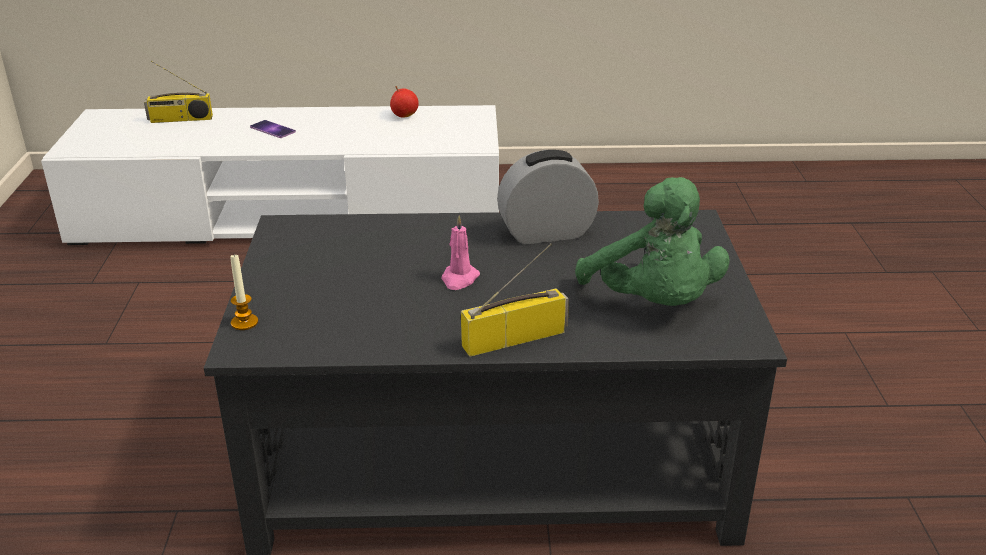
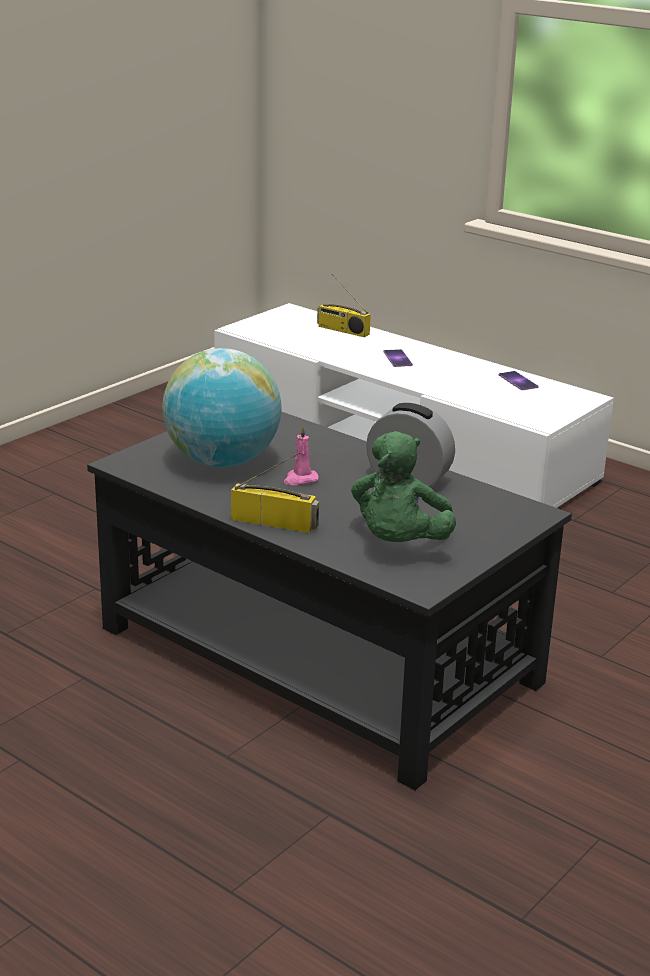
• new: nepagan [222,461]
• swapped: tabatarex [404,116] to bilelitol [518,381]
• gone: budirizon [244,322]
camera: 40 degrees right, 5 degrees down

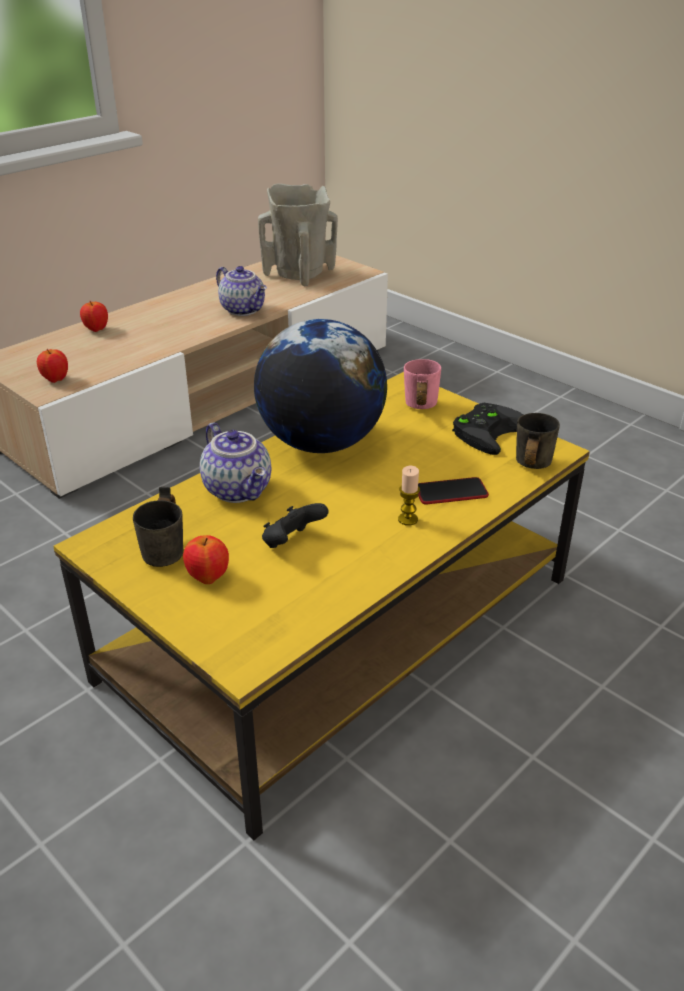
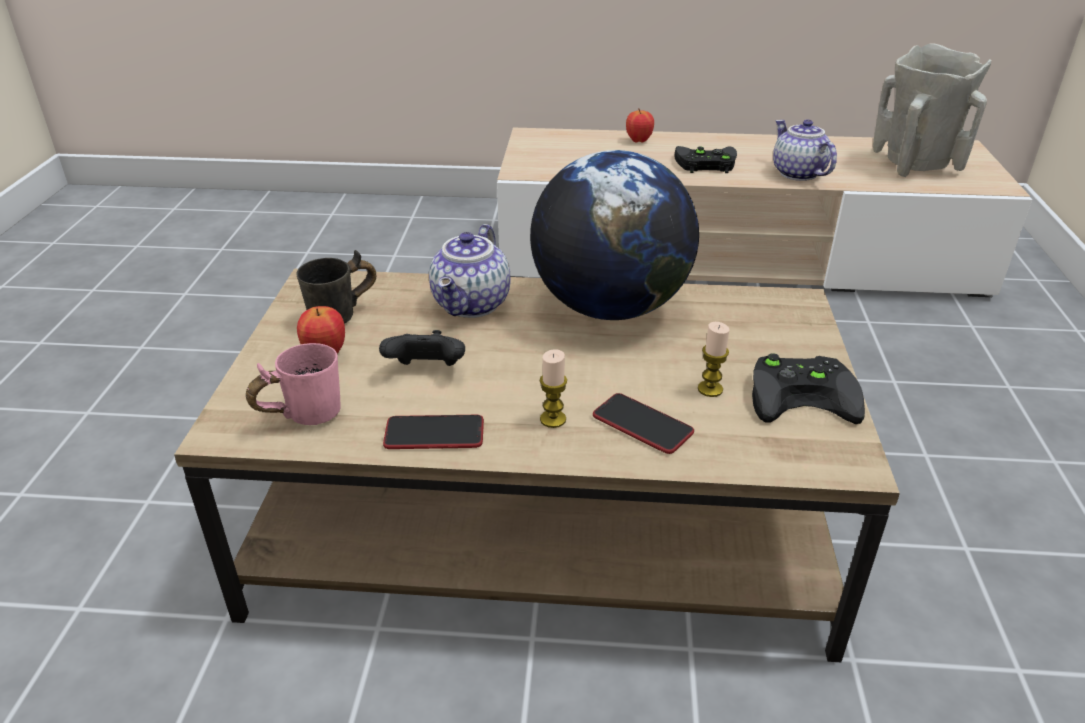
• repainted: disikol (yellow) [343,625] to disikol (brown) [547,521]
• shifted: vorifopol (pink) [416,408] to [301,414]
• new: bilelitol [434,434]
• new: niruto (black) [704,164]
• new: budirizon [710,389]
• rotated: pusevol [244,309] = [796,173] 150 degrees clockwise
• gone: tabatarex [55,379]
• gone: vorifopol (grey) [527,466]
camera: 50 degrees right, 0 degrees up

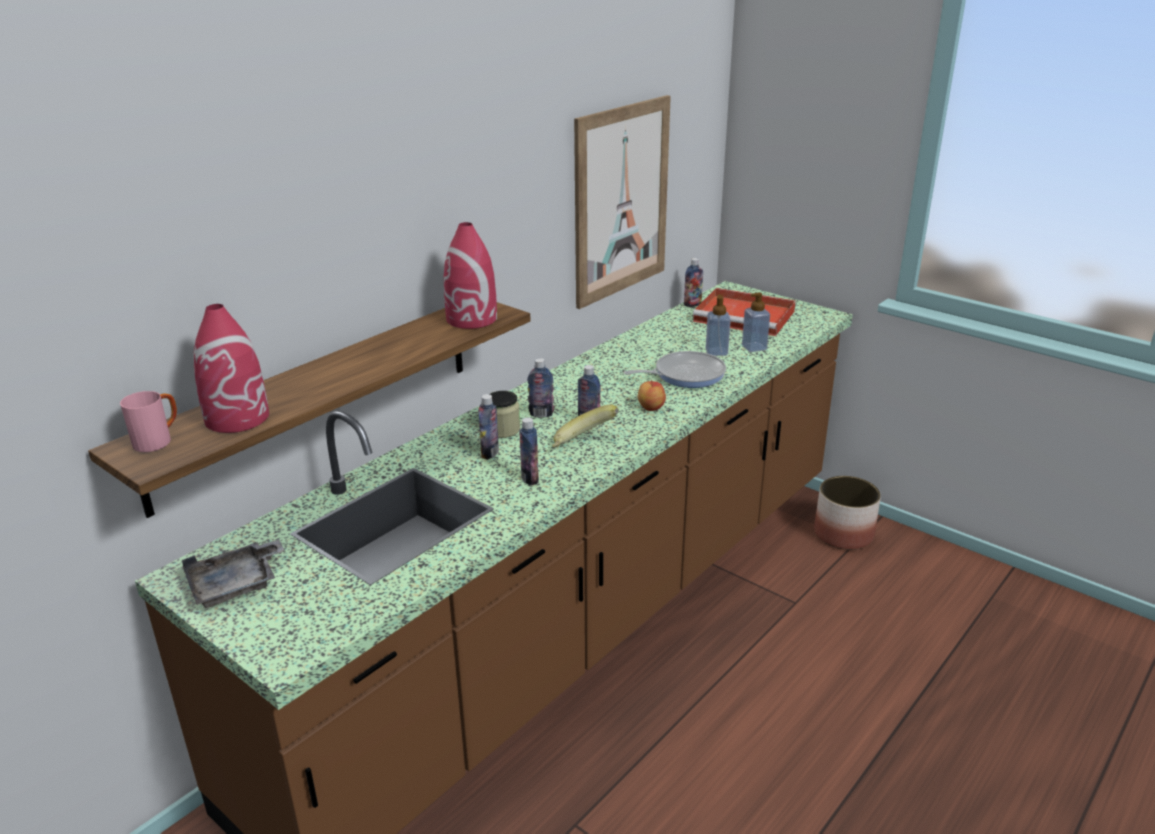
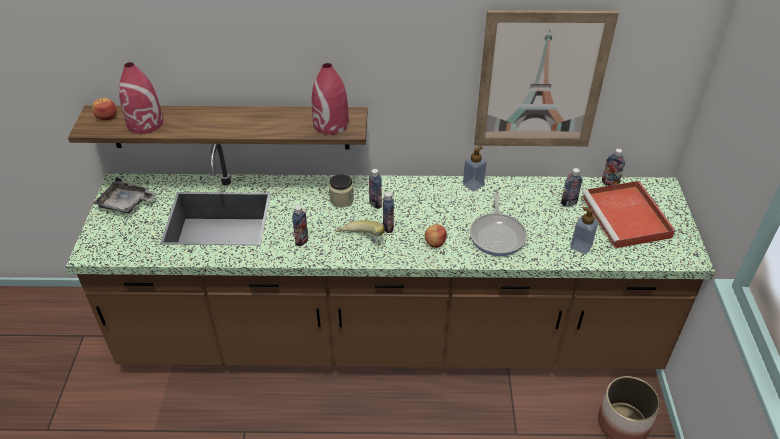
• swapped: vorifopol (pink) [158,440] to tabatarex [107,117]
• shifted: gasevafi [716,352] to [473,185]
• rotated: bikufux [685,375] = [497,235] 60 degrees clockwise
• shifted: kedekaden [490,453] to [568,203]
camera: 50 degrees right, 15 degrees up

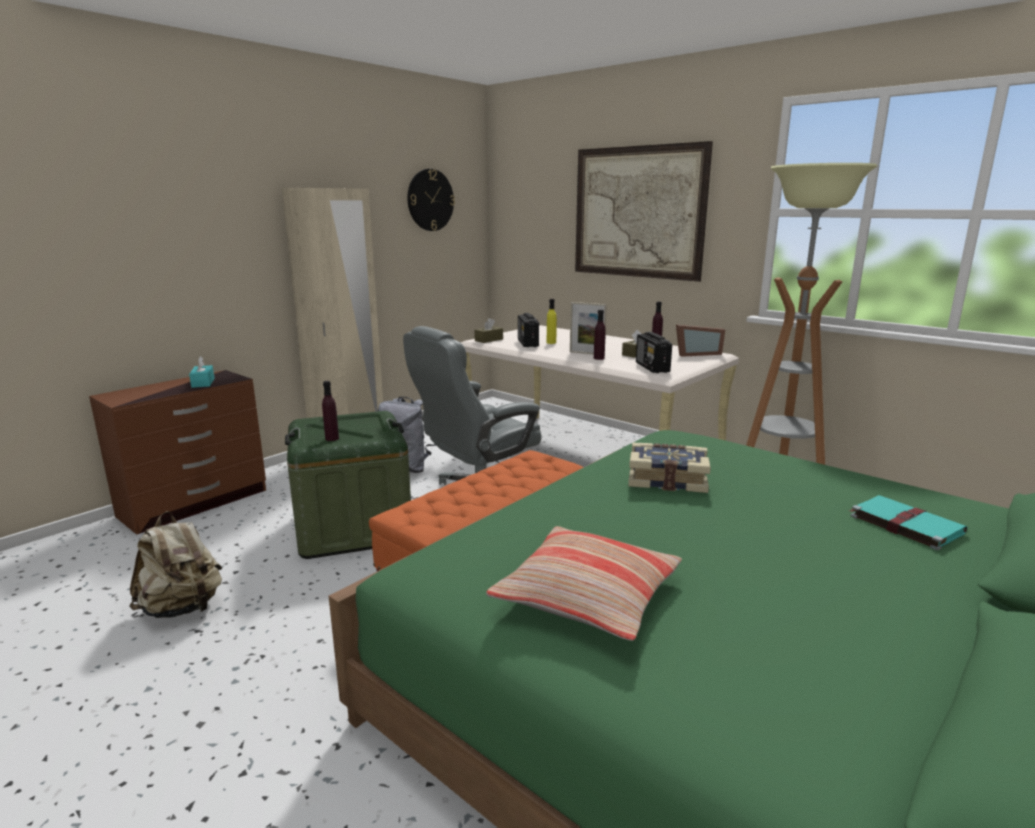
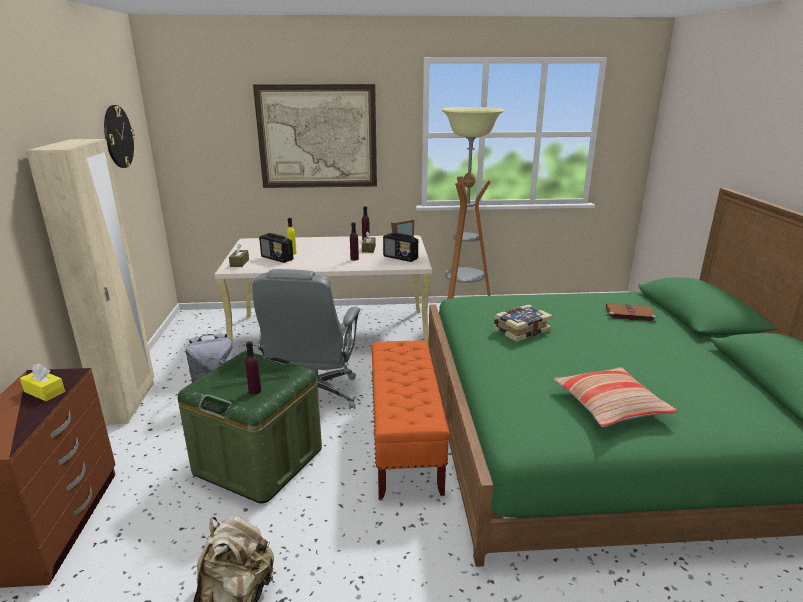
• repainted: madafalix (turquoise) [203,383] to madafalix (yellow) [44,392]
• repainted: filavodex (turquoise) [904,524] to filavodex (brown) [628,314]
• gone: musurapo [586,353]
camera: 45 degrees left, 5 degrees up

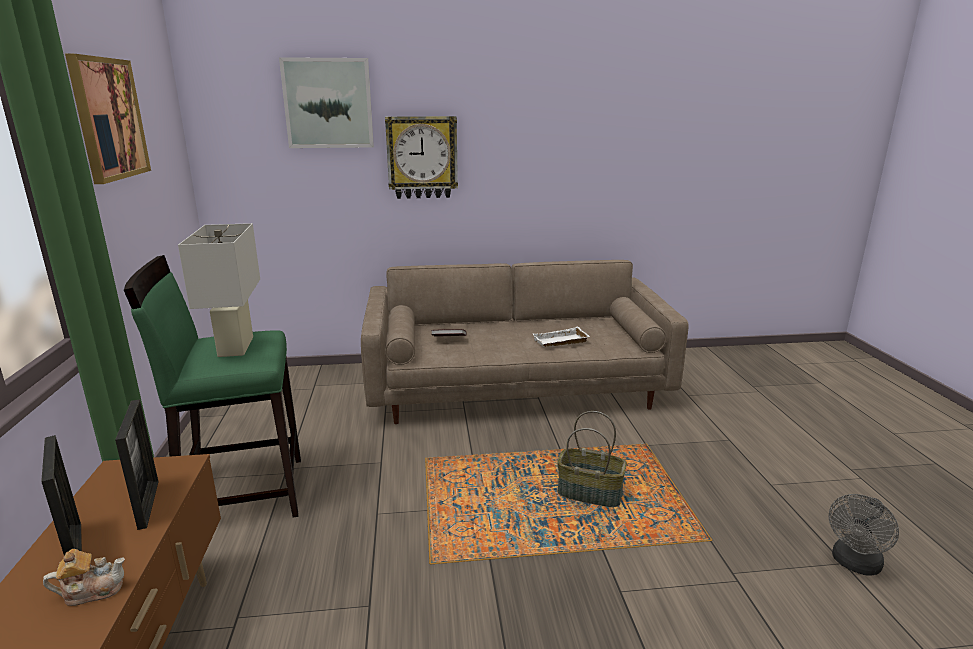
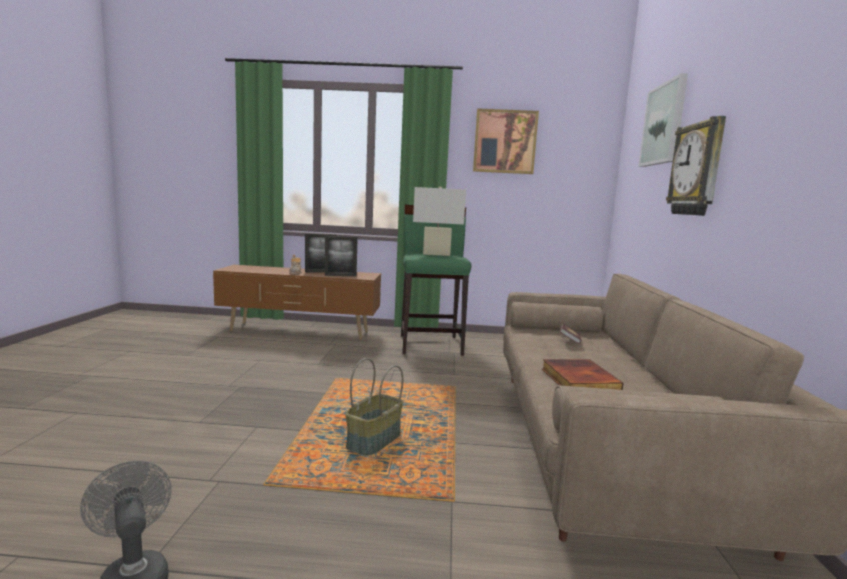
• swapped: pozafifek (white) [560,342] to filavodex [577,380]
camera: 100 degrees right, 10 degrees down

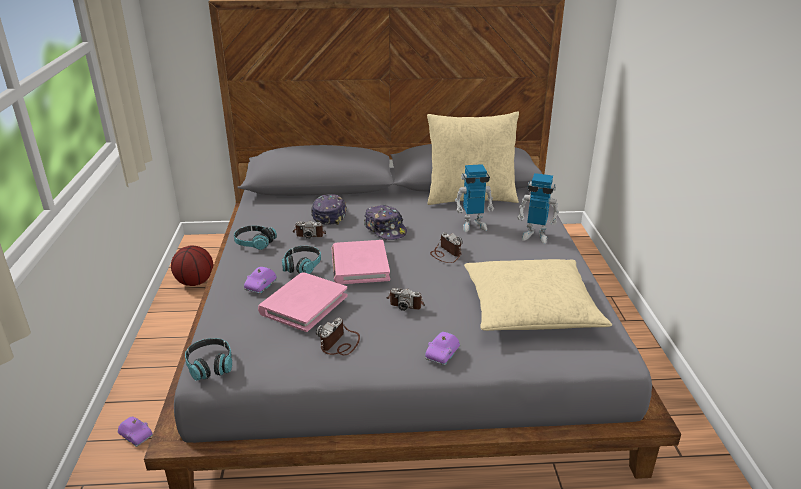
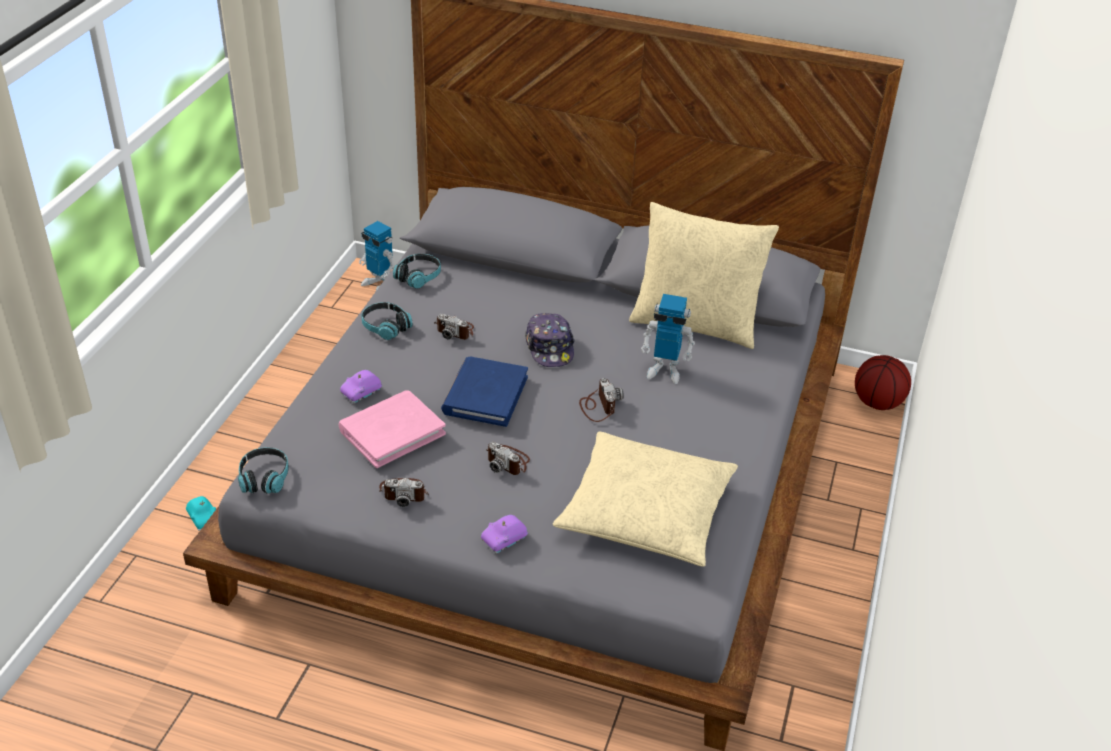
• repainted: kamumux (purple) [136,436] to kamumux (turquoise) [203,518]
• shifted: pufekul [535,236] to [378,284]
• rotated: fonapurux [339,343] = [404,492] 135 degrees counterclockwise
• shifted: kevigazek [302,266] to [418,277]
• repainted: filavodex (pink) [359,265] to filavodex (blue) [485,395]
• shifted: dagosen [195,282] to [878,403]
• gone: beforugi [329,215]
camera: 20 degrees right, 10 degrees up

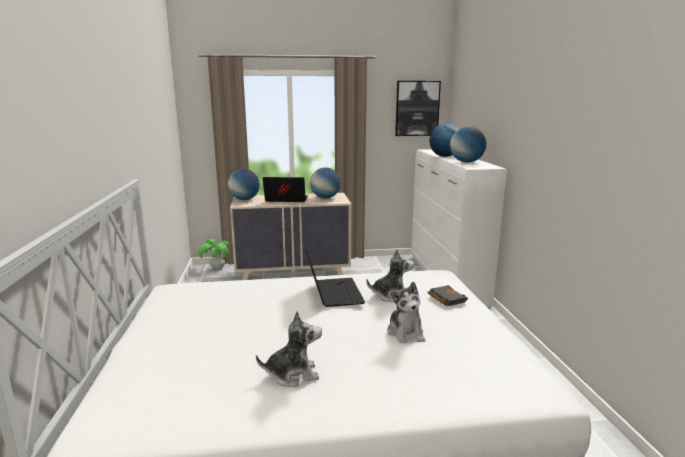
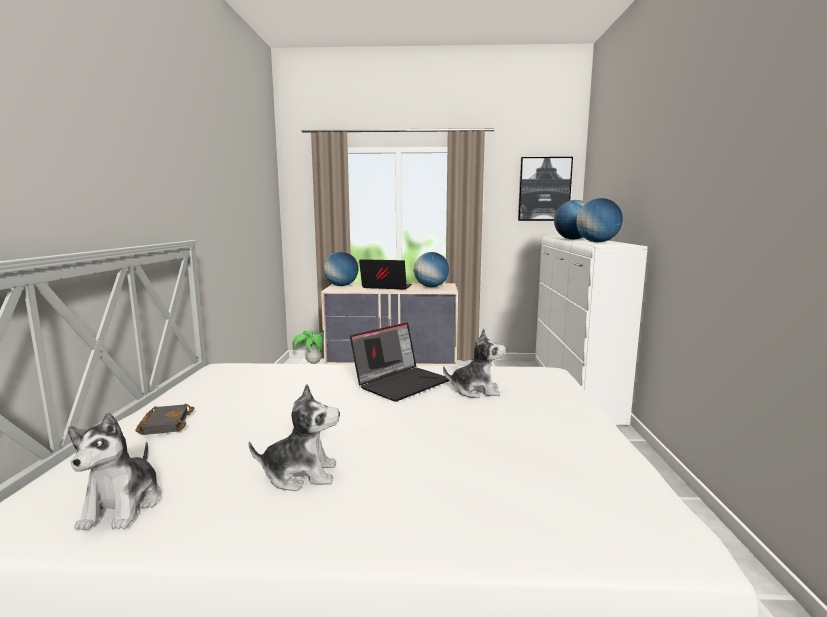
• shifted: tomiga [405,333] to [123,506]
• shifted: filavodex (black) [445,298] to [165,423]
• rotated: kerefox [332,293] = [402,382] 45 degrees clockwise
camera: 10 degrees right, 5 degrees down

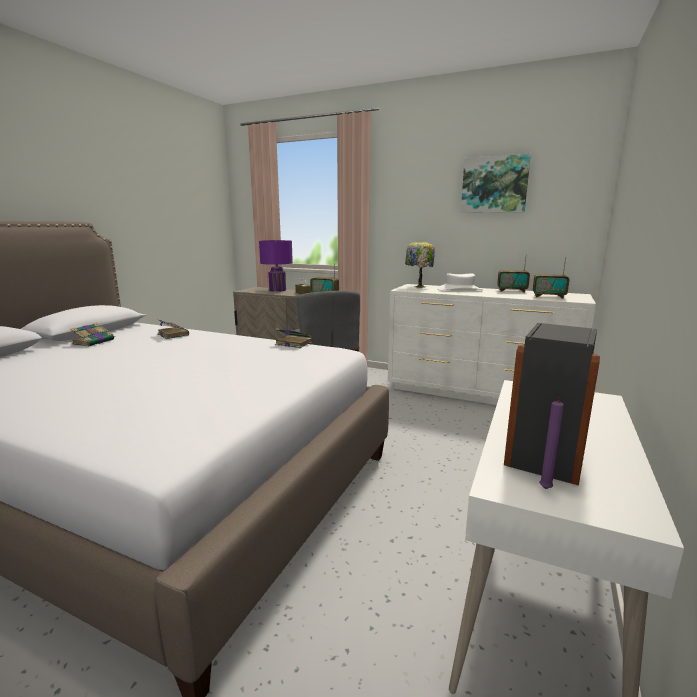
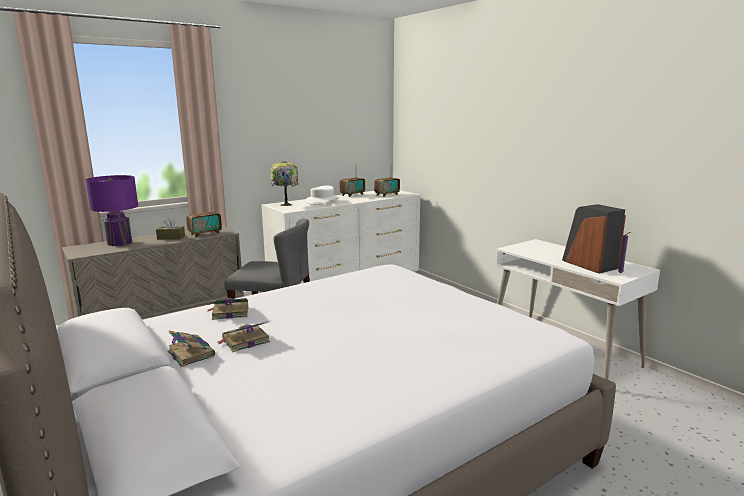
• shifted: filavodex [293,343] to [244,341]
• gone: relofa [494,185]
camera: 60 degrees left, 0 degrees up

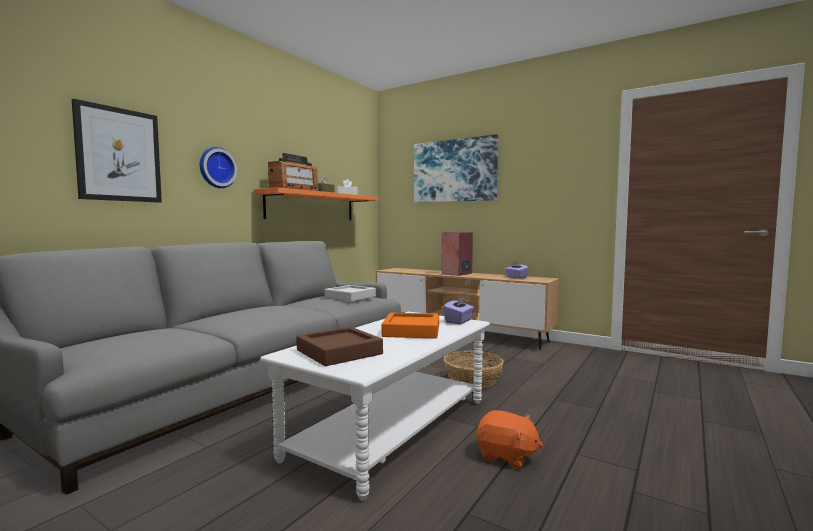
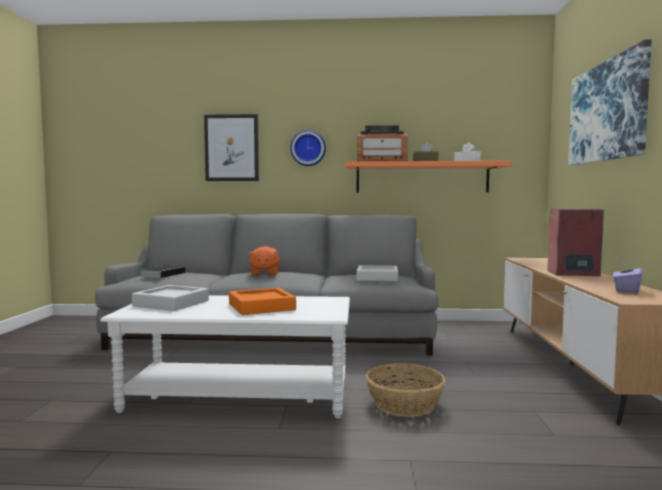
• repainted: pozafifek (brown) [339,352] to pozafifek (grey) [171,303]
• new: filavodex [163,274]
• shifted: tomiga (orange) [506,456] to [264,274]
• gone: madafalix (purple) [459,321]
camera: 60 degrees right, 0 degrees up

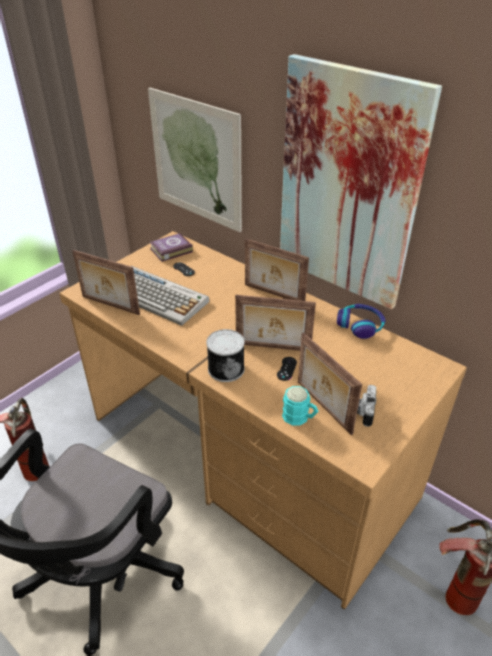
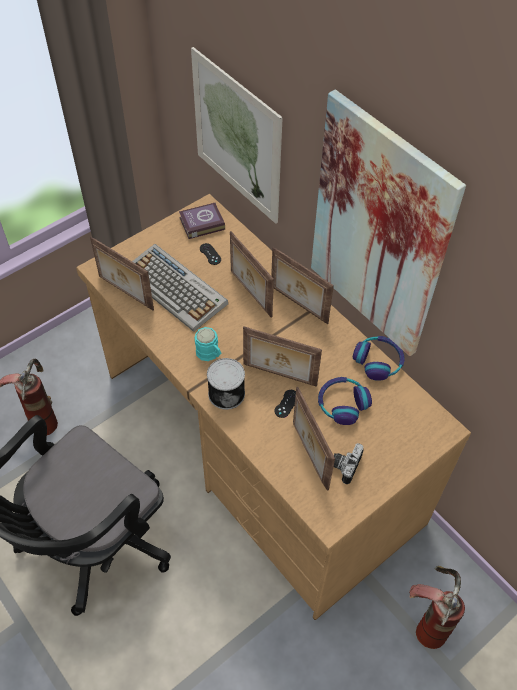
• shifted: vorifopol (turquoise) [299,418] to [210,354]
• new: musurapo [250,294]
• new: kevigazek [342,404]
camera: 10 degrees right, 15 degrees up

